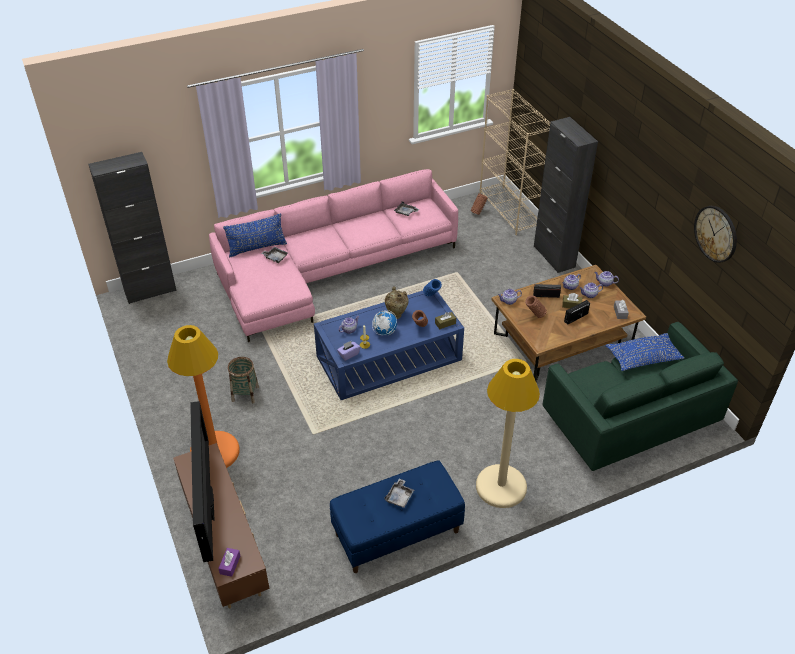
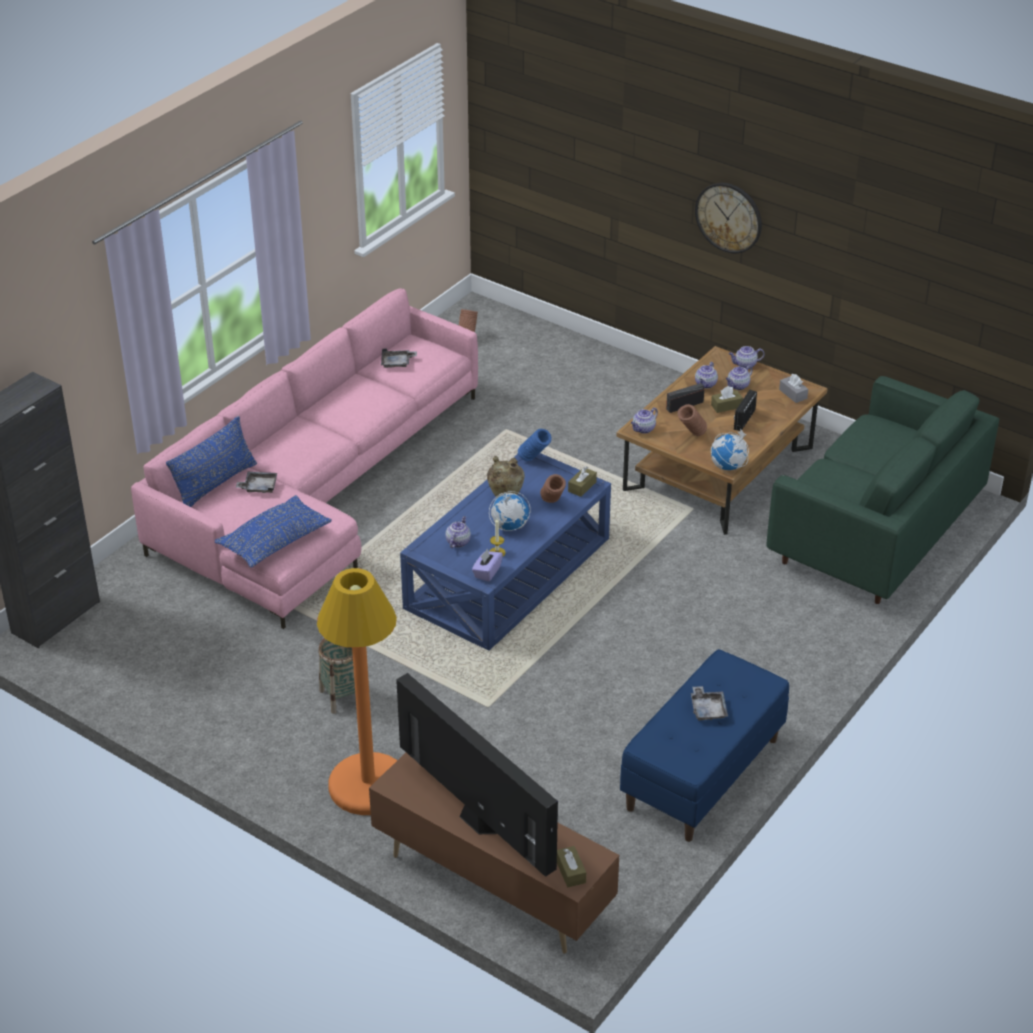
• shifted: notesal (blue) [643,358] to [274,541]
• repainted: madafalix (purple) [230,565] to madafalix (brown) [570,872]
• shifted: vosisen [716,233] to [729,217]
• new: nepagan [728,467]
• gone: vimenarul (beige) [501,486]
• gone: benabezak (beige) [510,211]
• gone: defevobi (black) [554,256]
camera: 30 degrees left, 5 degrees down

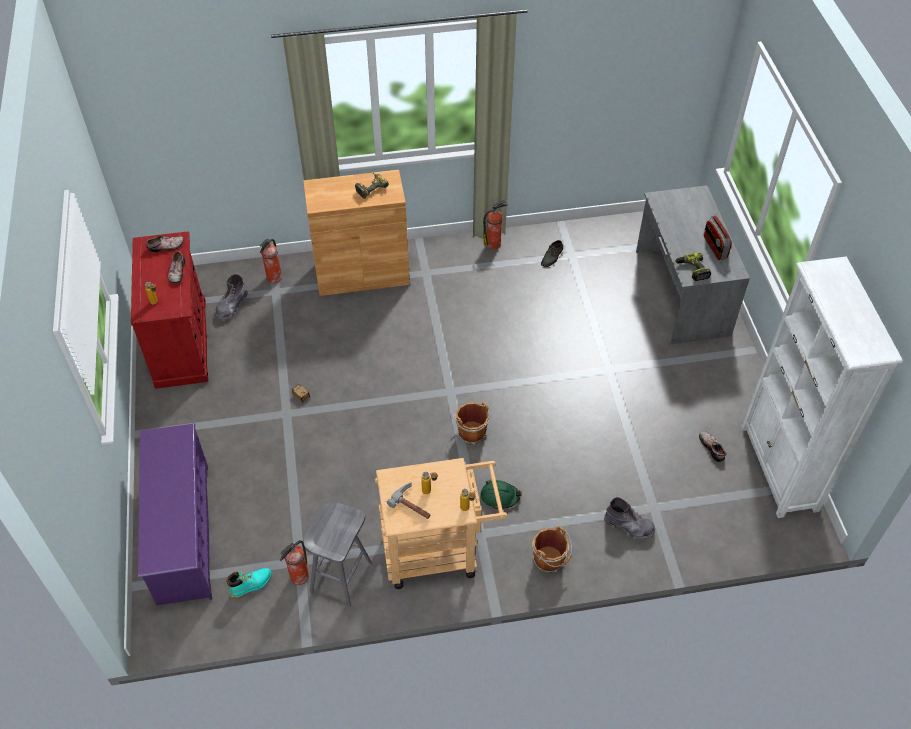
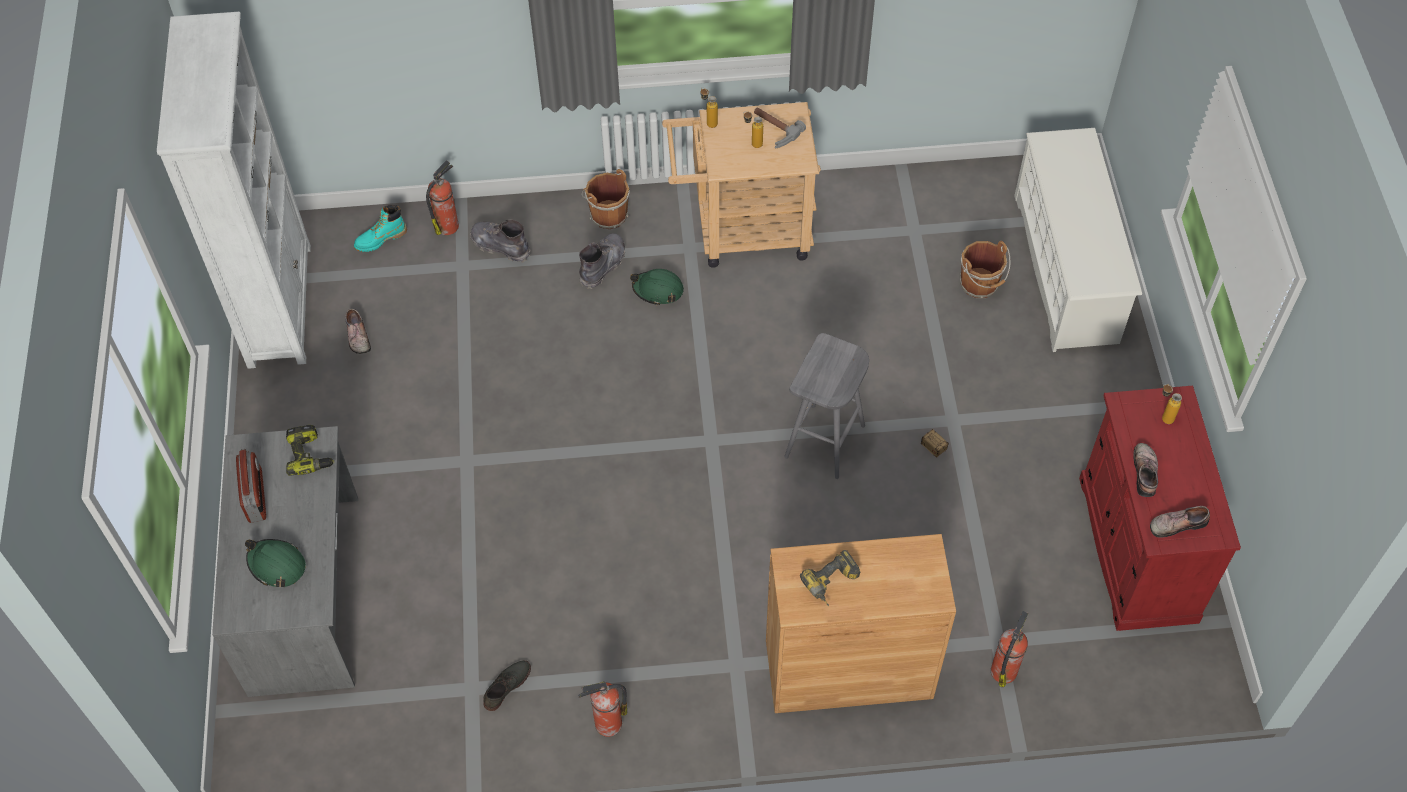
• new: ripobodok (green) [277,565]
• shifted: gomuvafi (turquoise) [251,585] to [381,239]
• shifted: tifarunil [298,577] to [448,225]
• shifted: gomuvafi (grey) [232,306] to [603,265]
• shifted: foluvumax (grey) [340,576] to [825,442]
• shifted: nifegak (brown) [470,432] to [980,285]
• repainted: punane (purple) [183,533] to punane (white) [1066,269]
camera: 175 degrees left, 5 degrees up

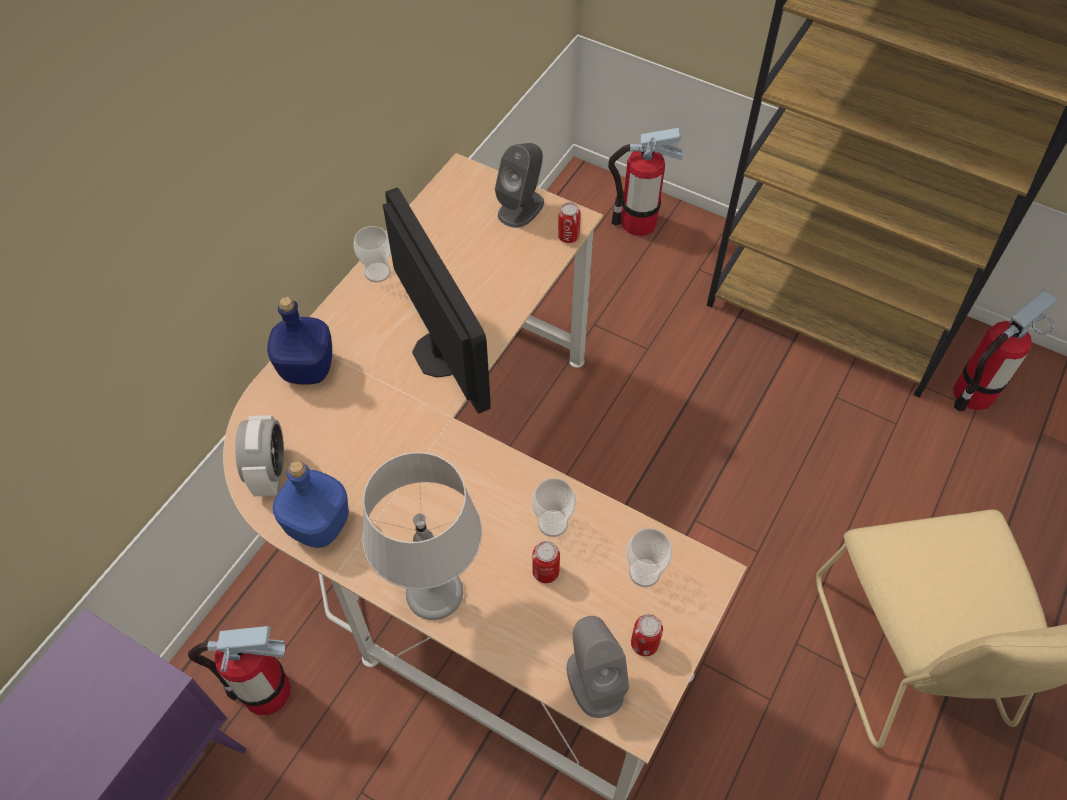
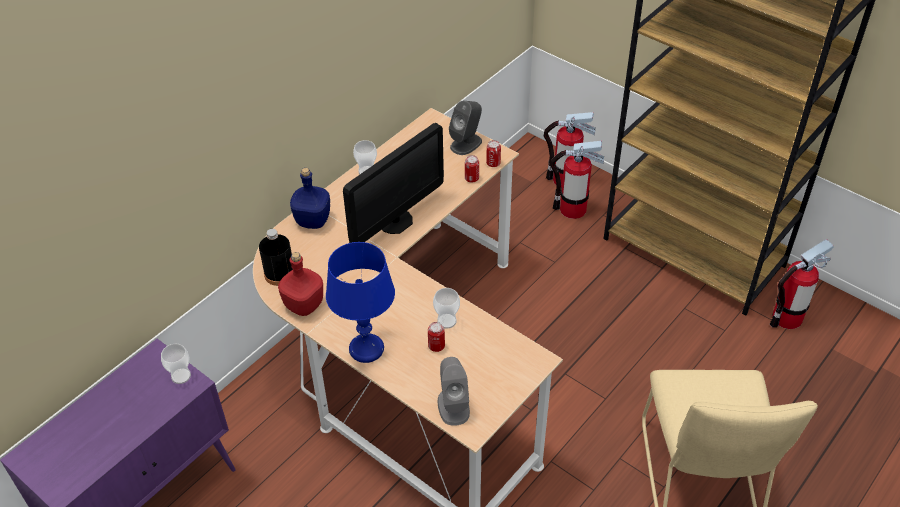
• shifted: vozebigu [644,572] to [181,376]
• swapped: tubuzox [270,472] to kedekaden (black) [280,274]
• repainted: kedekaden (blue) [318,526] to kedekaden (red) [303,305]
• repainted: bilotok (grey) [435,593] to bilotok (blue) [367,349]
• rotated: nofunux [438,354] = [395,221] 60 degrees clockwise
• shifted: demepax [644,643] to [471,178]
• shifted: tifarunil [265,692] to [572,209]
camera: 10 degrees right, 10 degrees down

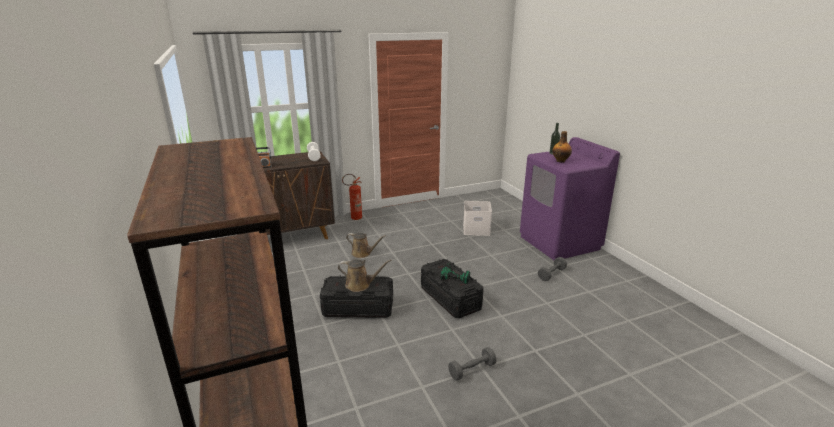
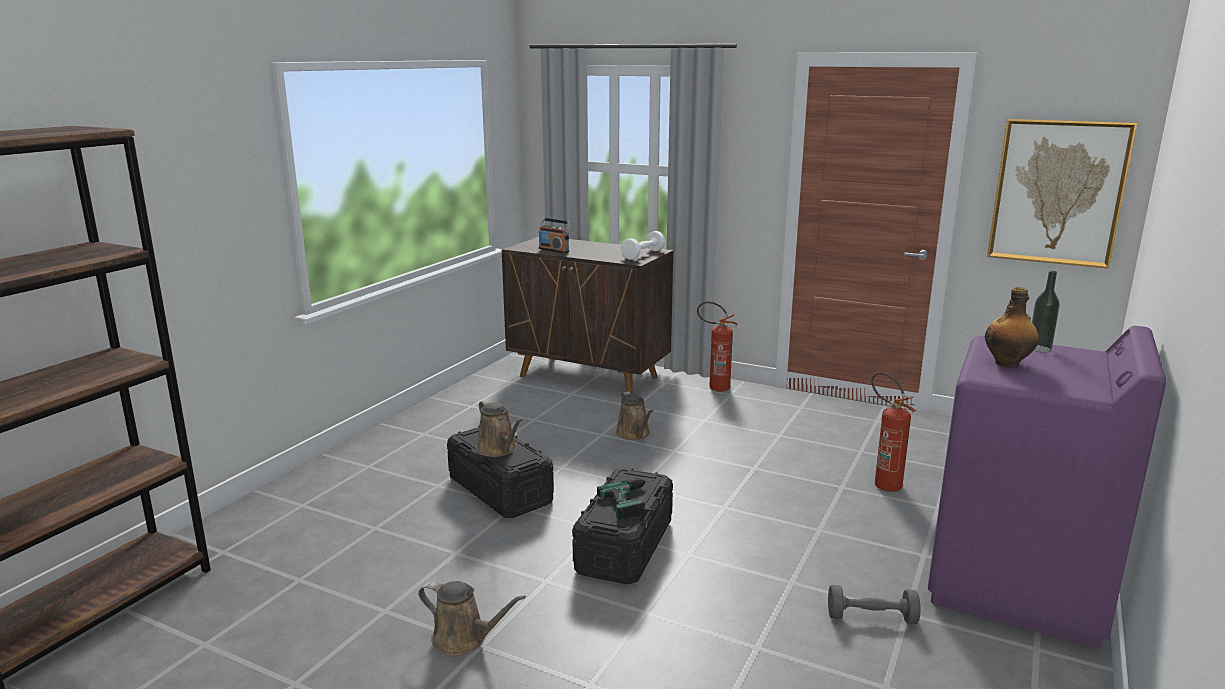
• swapped: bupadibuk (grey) [472,370] to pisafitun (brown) [464,639]
• swapped: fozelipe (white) [477,229] to tifarunil [882,483]
• new: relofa [1058,192]
camera: 50 degrees right, 5 degrees down

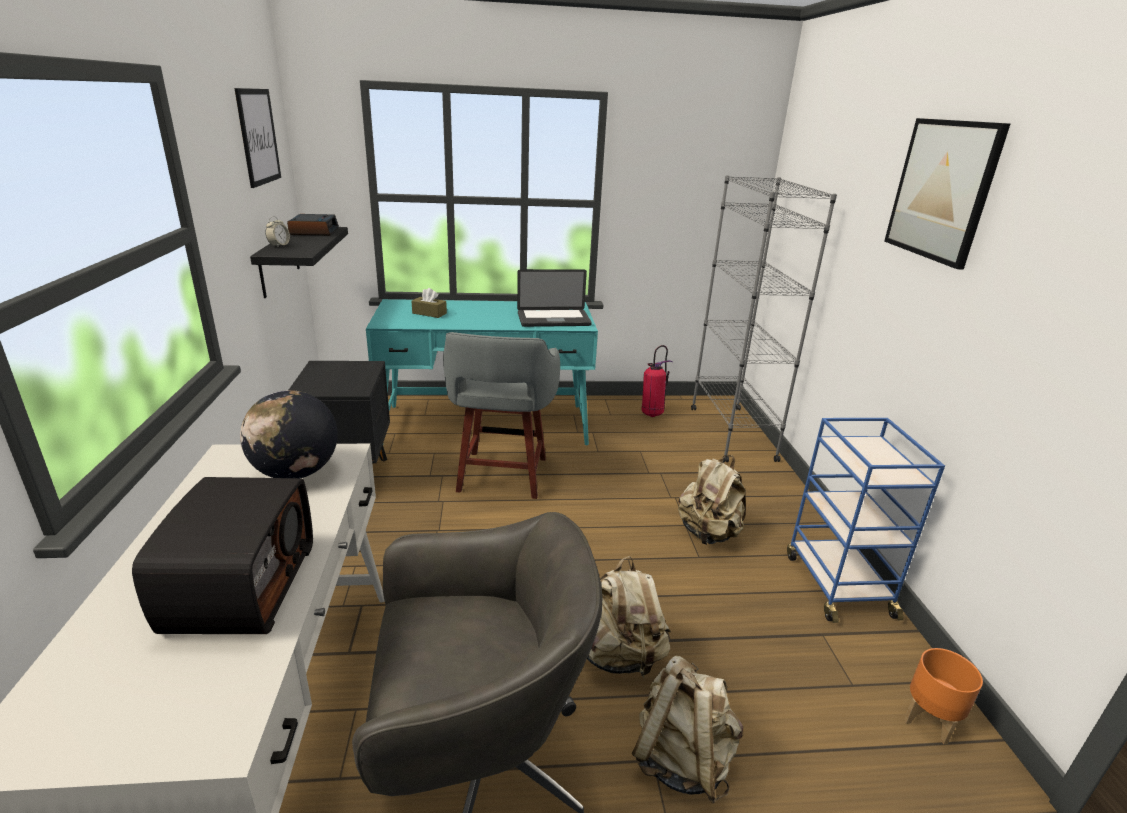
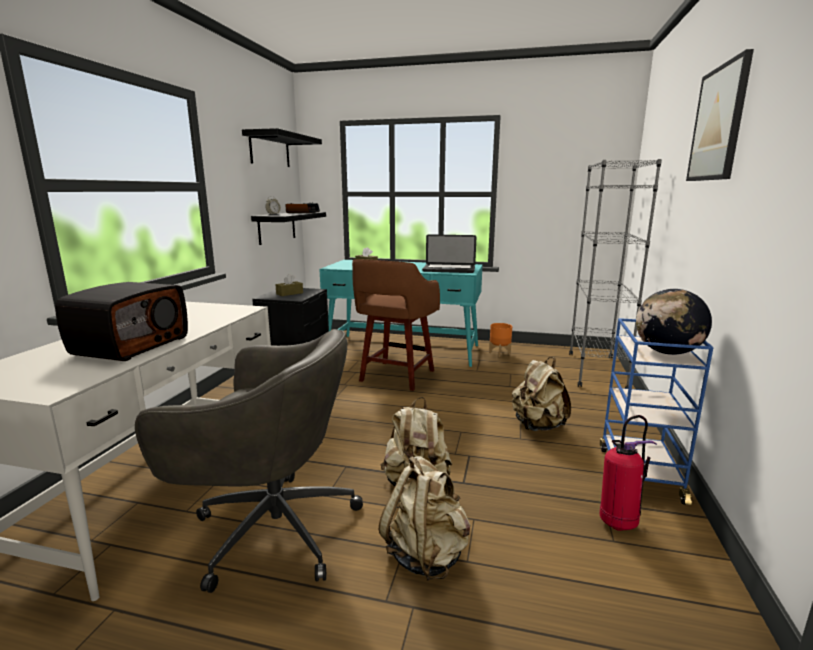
• swapped: relofa [258,136] to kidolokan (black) [270,150]
• new: madafalix (brown) [289,293]
• repainted: foluvumax (grey) [502,476] to foluvumax (brown) [396,377]
• shifted: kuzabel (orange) [929,719] to [500,353]
• shifted: tifarunil [652,414] to [618,522]
• shifted: nepagan [296,473] to [667,352]
camera: 20 degrees right, 10 degrees down

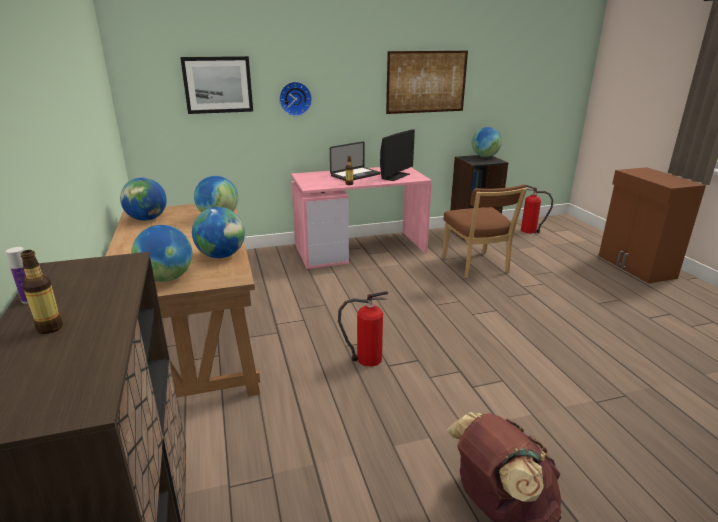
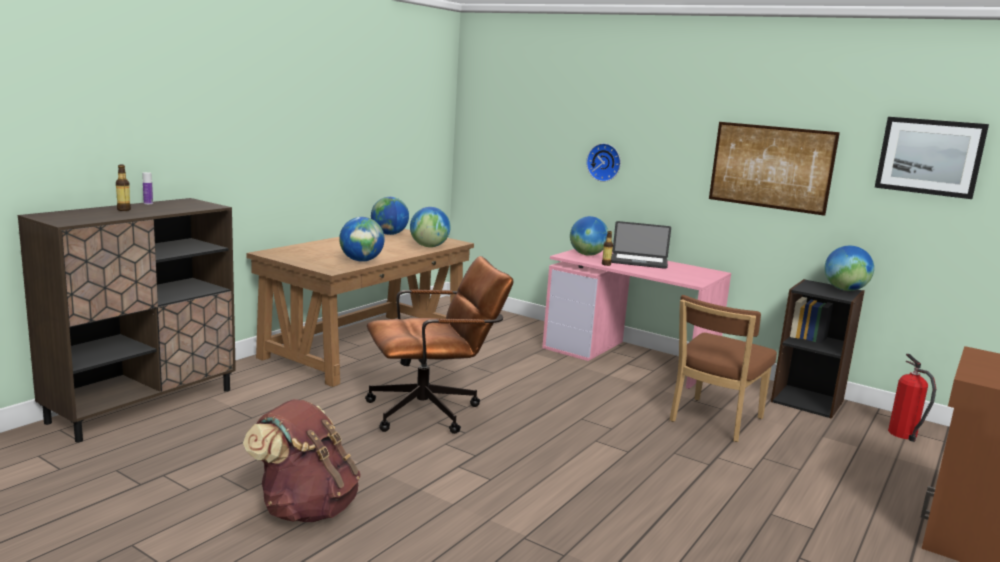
• swapped: tifarunil [366,359] to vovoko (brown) [433,411]
• shifted: nepagan [166,278] to [587,255]
• shifted: relofa [218,85] to [929,157]
• gone: nofunux [395,176]
camera: 50 degrees right, 10 degrees down

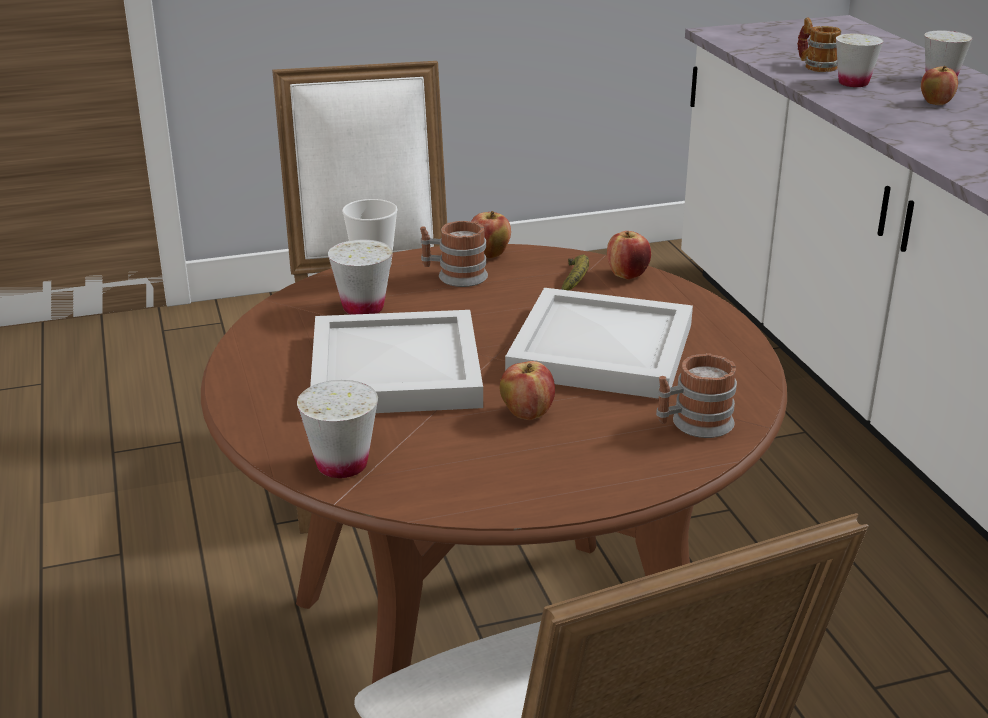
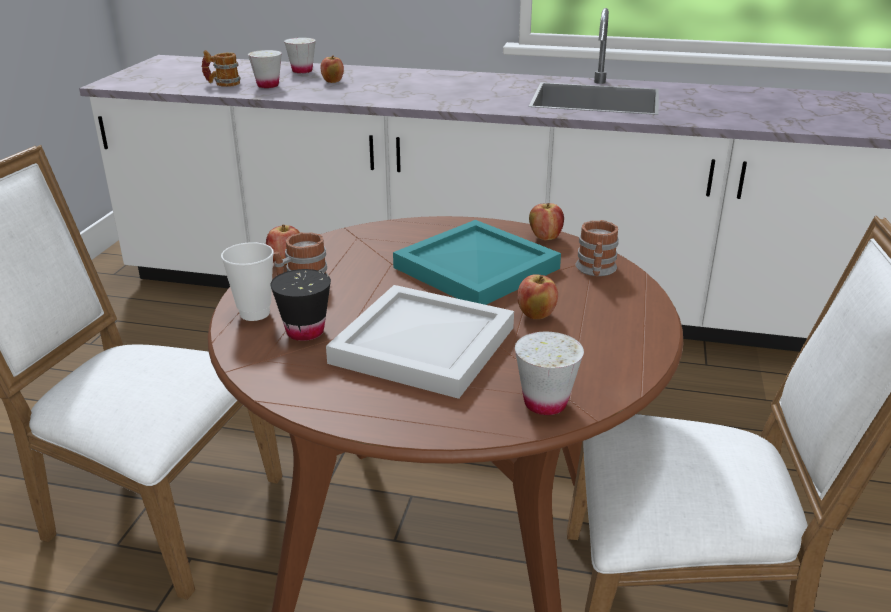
• repainted: vozebigu (white) [363,308] to vozebigu (black) [305,332]
• repainted: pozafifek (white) [604,349] to pozafifek (turquoise) [476,267]
• shifted: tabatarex [627,275] to [545,237]
• gone: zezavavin [575,281]
camera: 60 degrees left, 0 degrees up

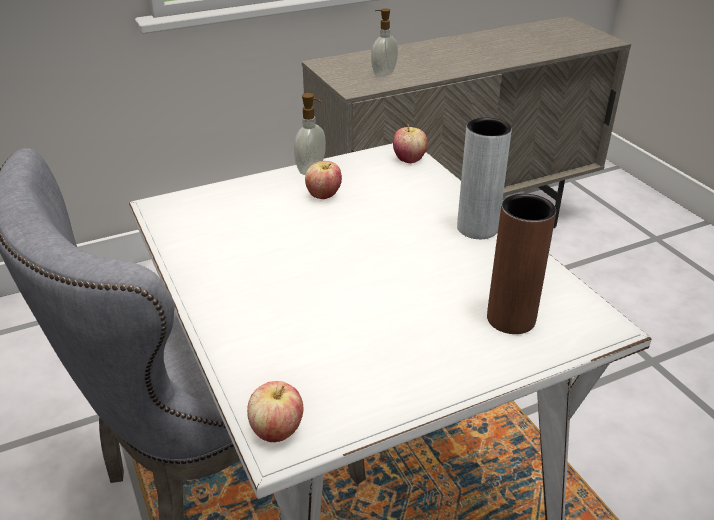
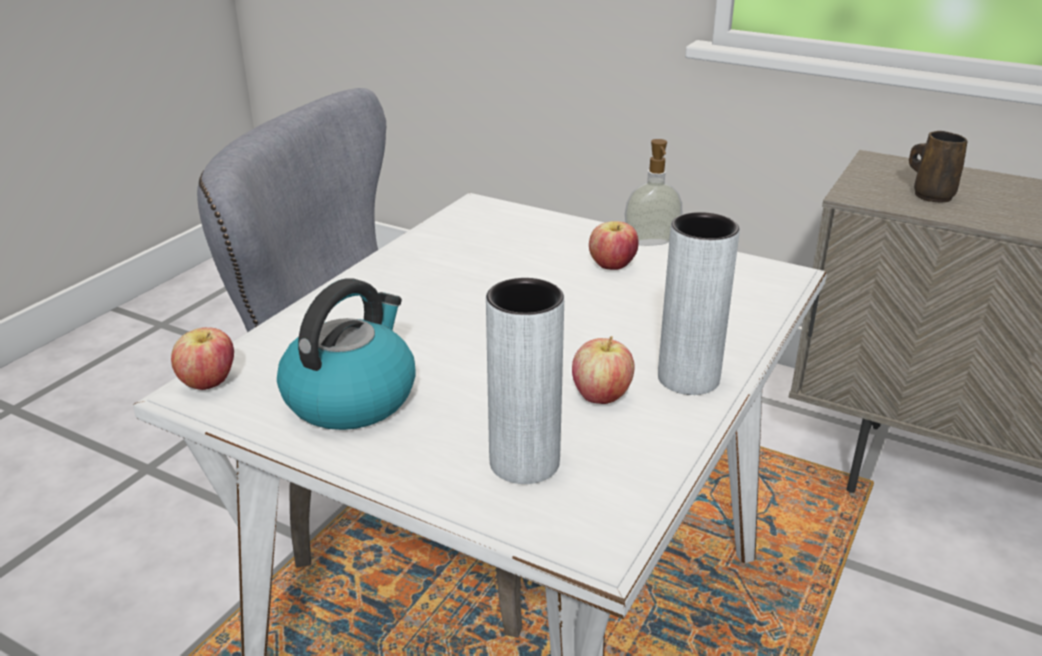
• new: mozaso [351,397]
• repainted: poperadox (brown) [511,319] to poperadox (grey) [524,462]
• shifted: tabatarex [409,159] to [601,396]
• swapped: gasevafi [383,73] to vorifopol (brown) [930,195]
camera: 55 degrees right, 5 degrees down

